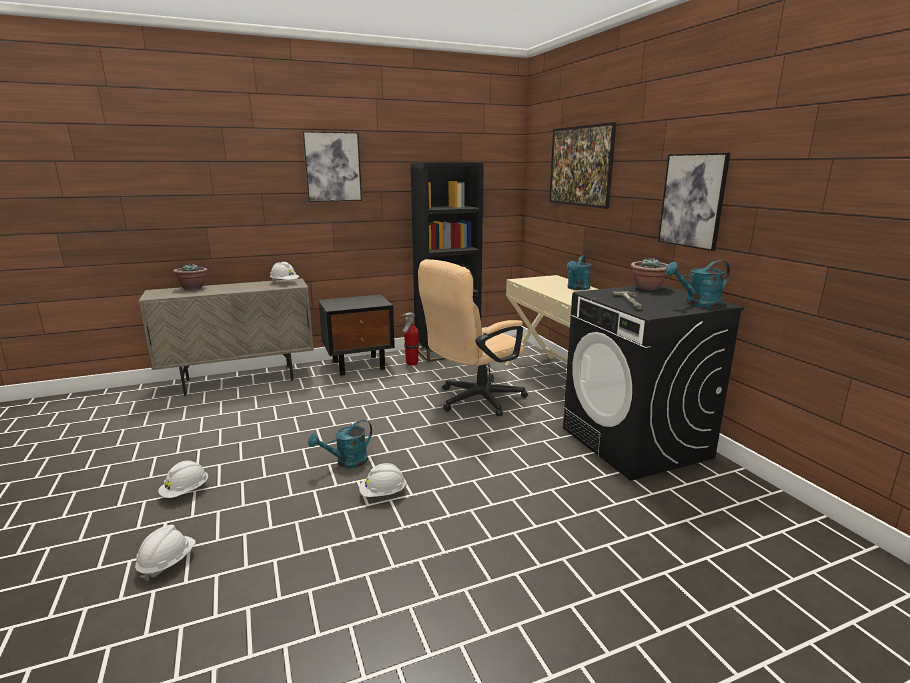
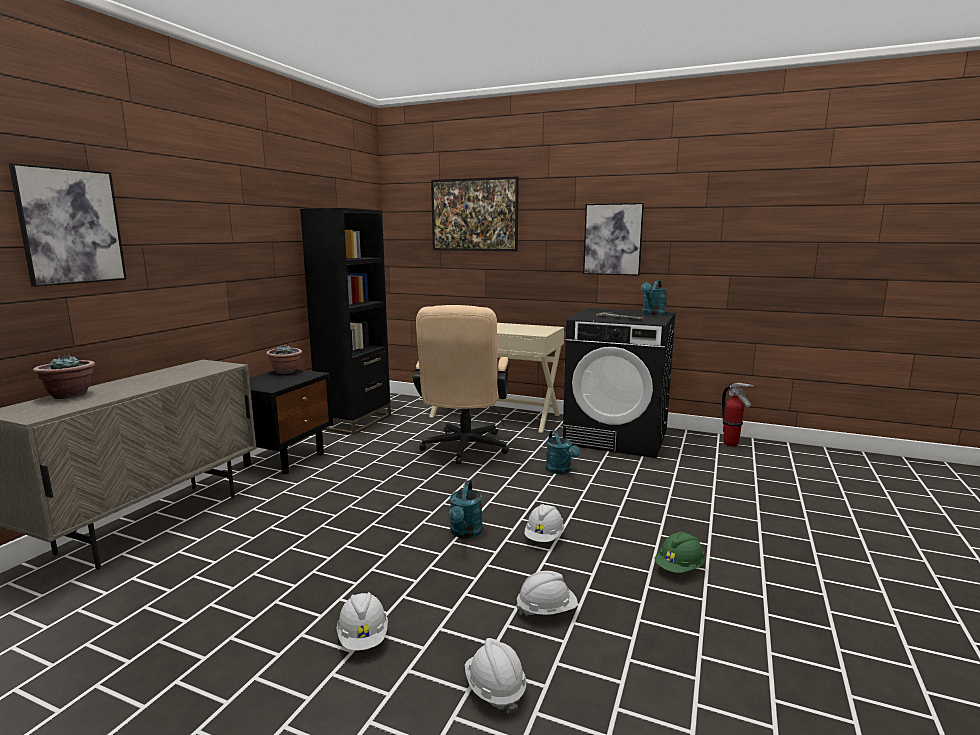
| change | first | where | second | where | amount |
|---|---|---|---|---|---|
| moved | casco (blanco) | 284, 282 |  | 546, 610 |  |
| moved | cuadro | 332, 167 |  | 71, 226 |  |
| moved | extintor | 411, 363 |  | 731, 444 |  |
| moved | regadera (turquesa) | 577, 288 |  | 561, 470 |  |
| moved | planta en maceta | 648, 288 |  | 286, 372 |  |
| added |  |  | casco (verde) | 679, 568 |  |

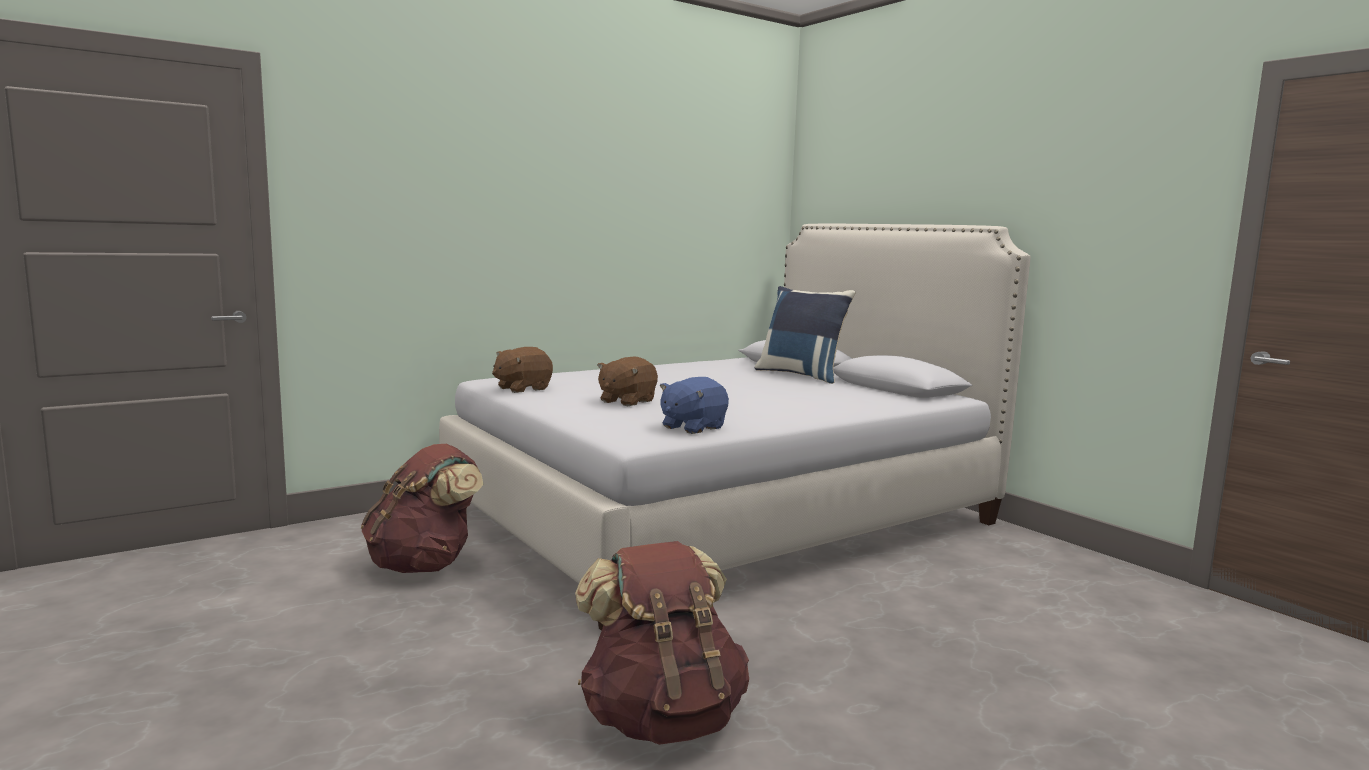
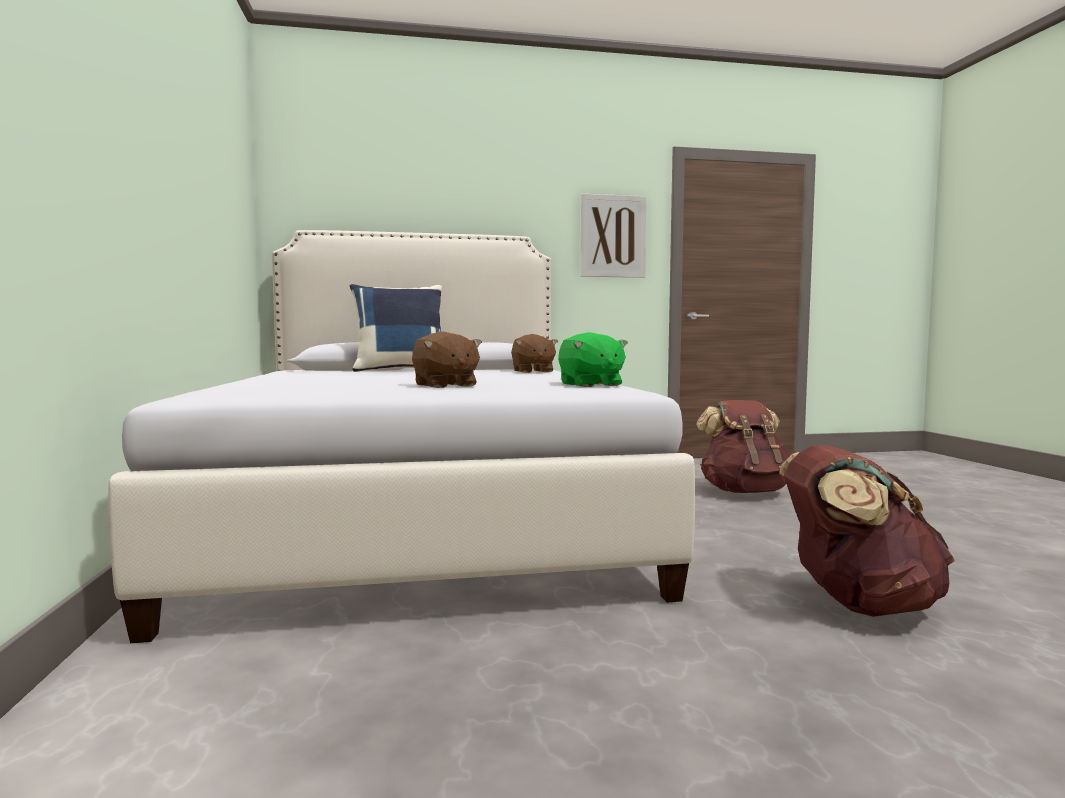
| change | first | where | second | where | amount |
|---|---|---|---|---|---|
| moved | mochila (marrón) | 425, 565 |  | 744, 492 |  |
| moved | peluche (marrón) | 522, 388 |  | 532, 371 |  |
| recoloured | peluche (azul) | 692, 427 | peluche (verde) | 590, 385 |  |
| added |  |  | cuadro | 613, 236 |  |

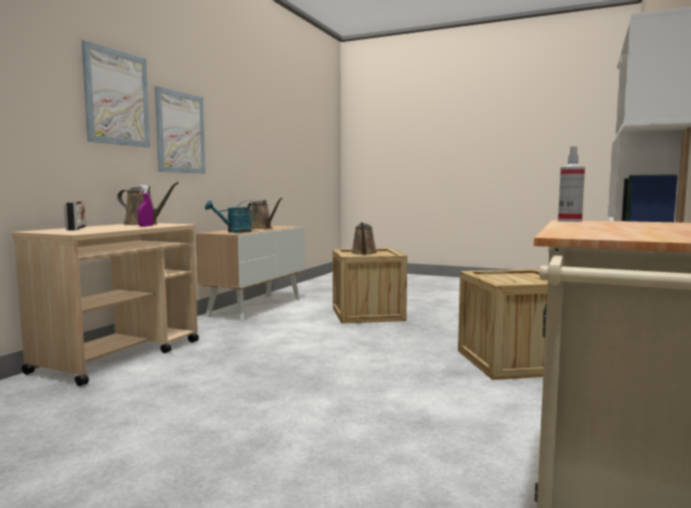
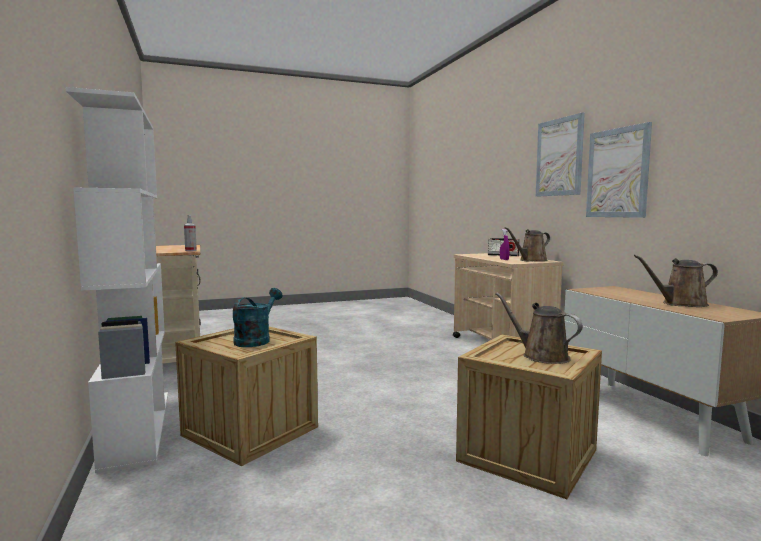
| change | first | where | second | where | amount |
|---|---|---|---|---|---|
| moved | regadera (turquesa) | 234, 232 |  | 256, 340 |  |

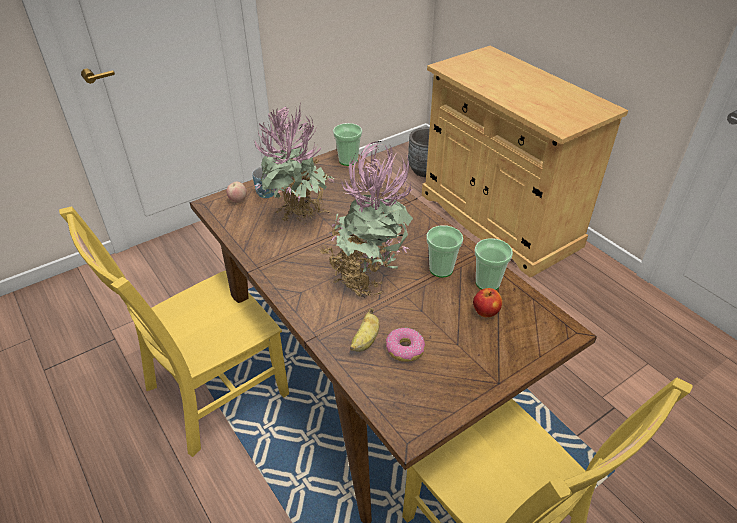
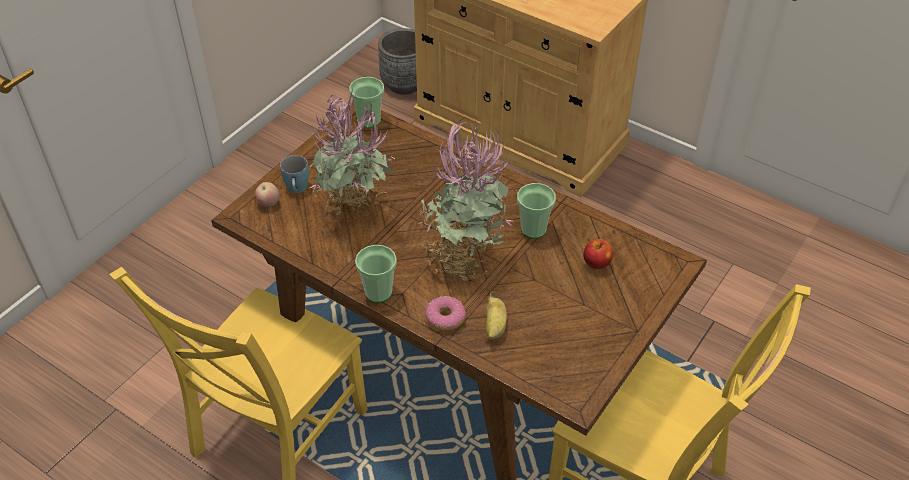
| change | first | where | second | where | amount |
|---|---|---|---|---|---|
| moved | rosquilla | 404, 349 |  | 445, 318 |  |
| moved | taza | 487, 283 |  | 378, 292 |  |

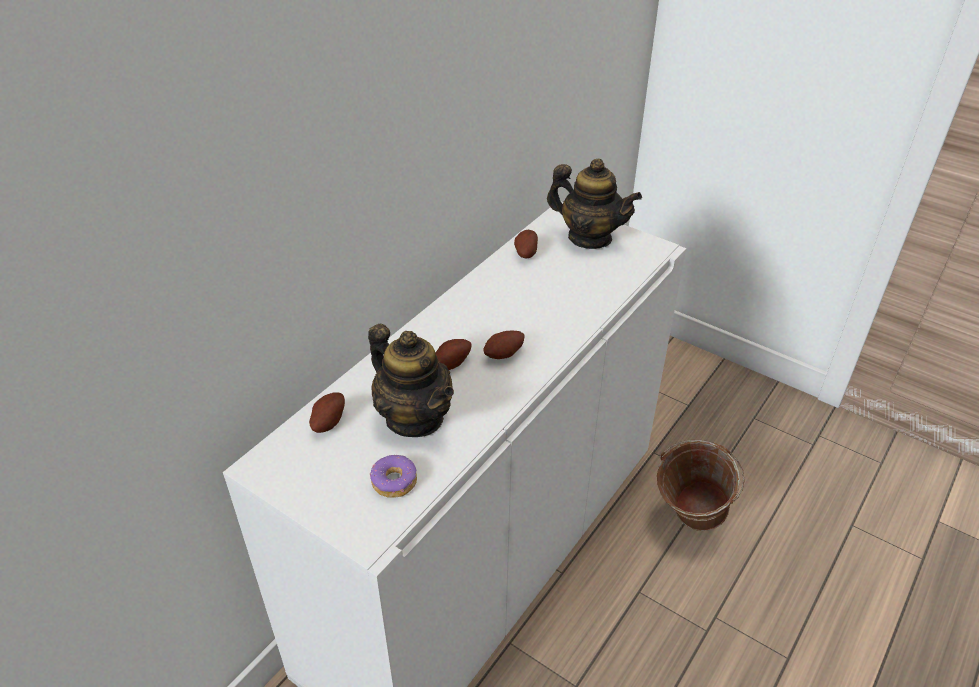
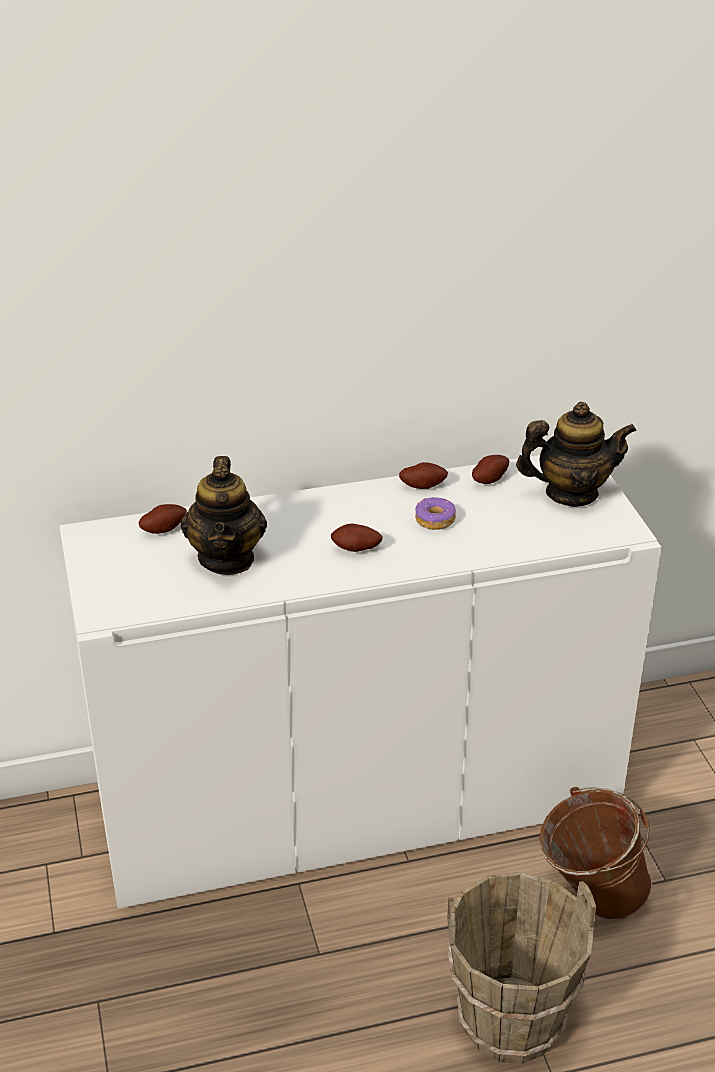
| change | first | where | second | where | amount |
|---|---|---|---|---|---|
| moved | rosquilla | 394, 482 |  | 434, 520 |  |
| moved | patata | 450, 363 |  | 423, 485 |  |
| turned | tetera | 589, 238 |  | 571, 493 | 75 degrees counterclockwise |
| added |  |  | cubo (marrón) | 511, 1023 |  |

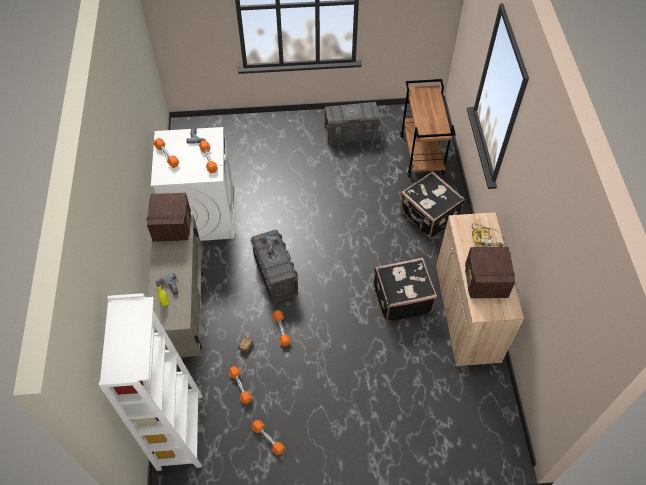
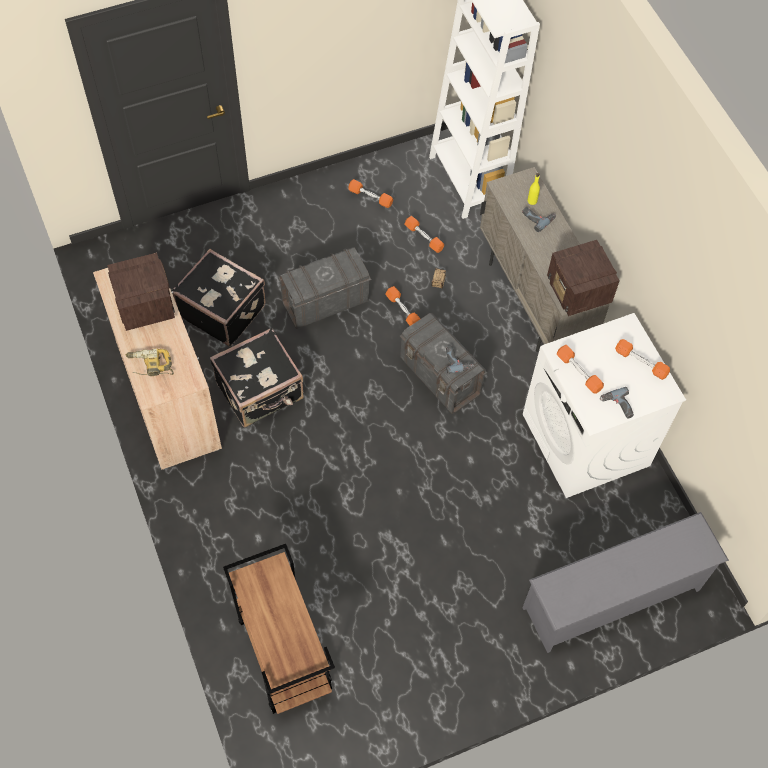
| change | first | where | second | where | amount |
|---|---|---|---|---|---|
| moved | caja de almacenaje (gris) | 351, 134 |  | 324, 302 |  |
| moved | maleta (negro) | 428, 216 |  | 222, 310 |  |
| added |  |  | zapatero (gris) | 612, 600 |  |

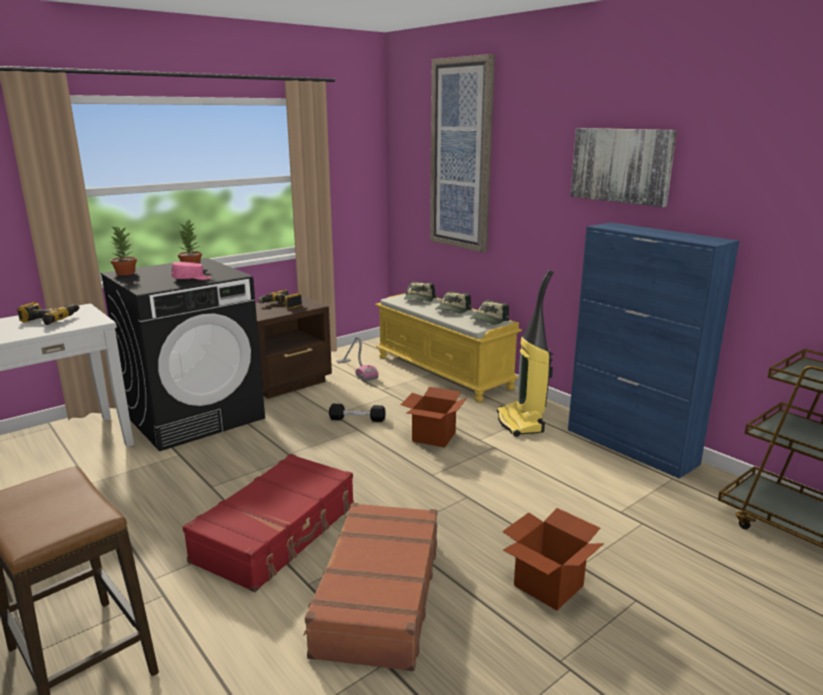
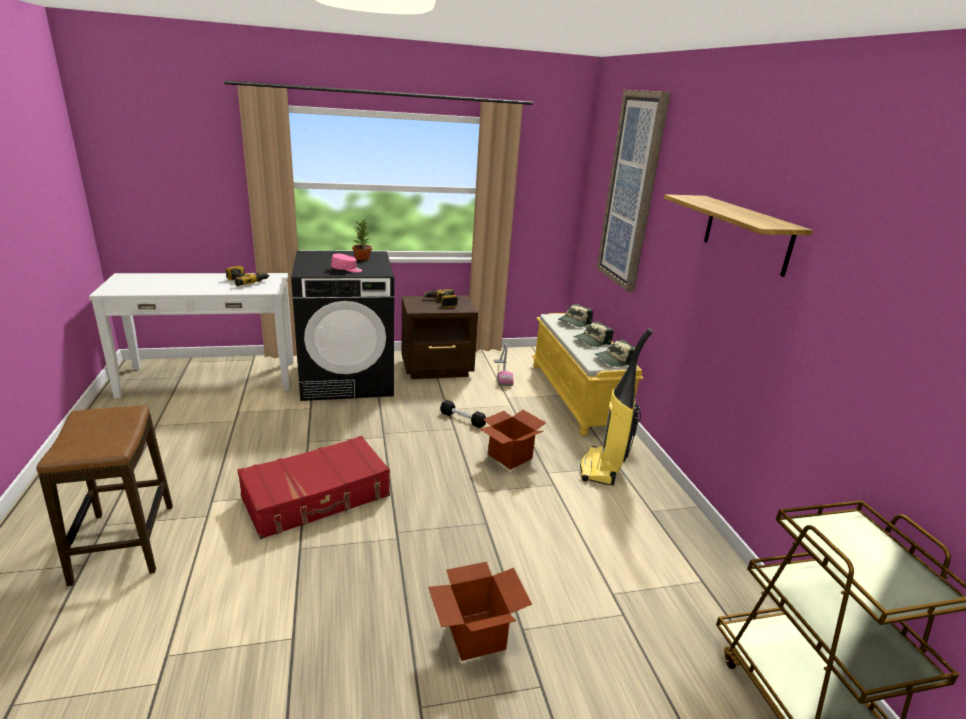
| change | first | where | second | where | amount |
|---|---|---|---|---|---|
| removed | planta en maceta | 125, 273 |  |  |  |
| removed | maleta (marrón) | 377, 596 |  |  |  |
| removed | armario (azul) | 631, 447 |  |  |  |
| replaced | cuadro | 621, 165 | estante | 746, 234 |  |

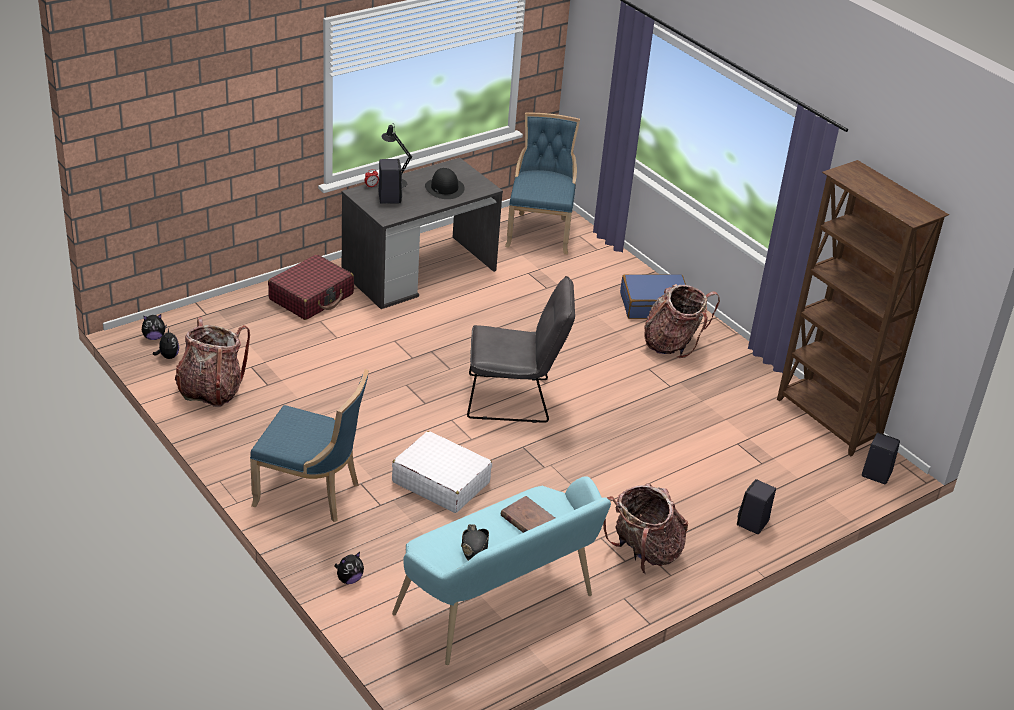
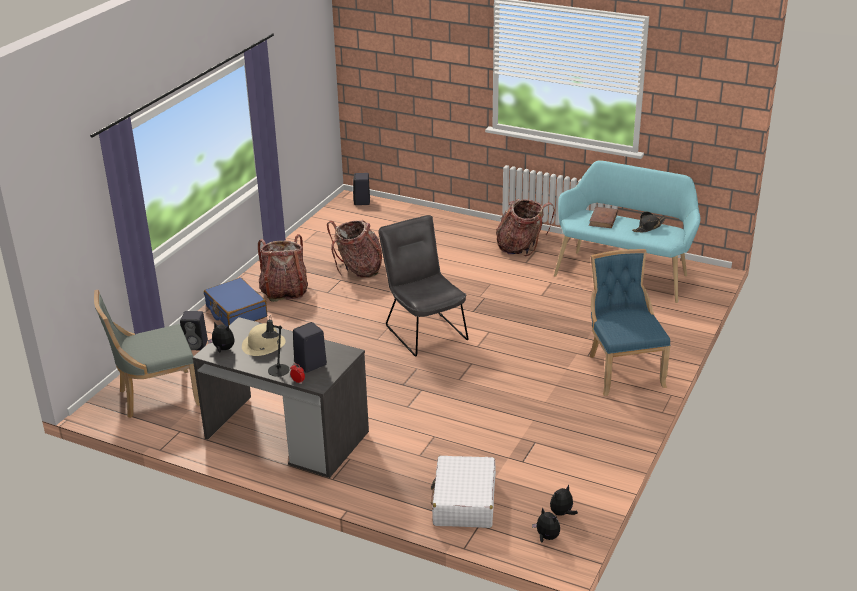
| change | first | where | second | where | amount |
|---|---|---|---|---|---|
| moved | mochila | 211, 390 |  | 358, 270 |  |
| removed | maleta (rojo) | 311, 297 |  |  |  |
| moved | peluche | 349, 579 |  | 223, 349 |  |
| moved | maleta (blanco) | 441, 482 |  | 464, 502 |  |
| recoloured | sombrero (negro) | 444, 188 | sombrero (beis) | 263, 344 |  |
| recoloured | silla (azul) | 540, 231 | silla (gris) | 156, 396 |  |
| moved | altavoz (negro) | 752, 524 |  | 196, 345 |  |
| removed | estantería (marrón) | 828, 421 |  |  |  |

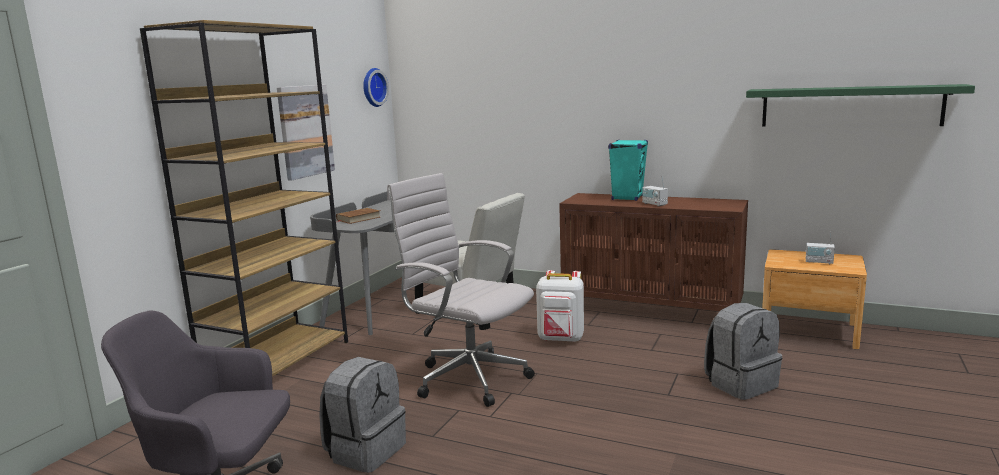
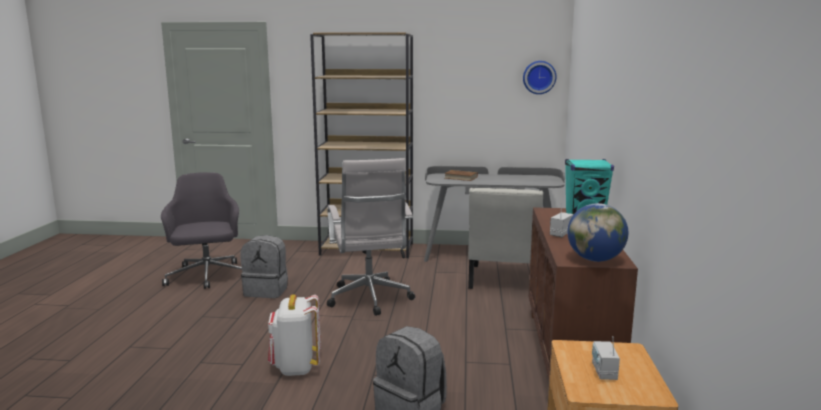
| change | first | where | second | where | amount |
|---|---|---|---|---|---|
| removed | cuadro | 305, 131 |  |  |  |
| turned | silla de oficina (blanco) | 467, 378 |  | 370, 300 | 150 degrees clockwise |
| moved | mochila (blanco) | 561, 339 |  | 295, 368 |  |
| removed | estante (verde) | 850, 106 |  |  |  |
| added |  |  | globo terráqueo | 595, 259 |  |

